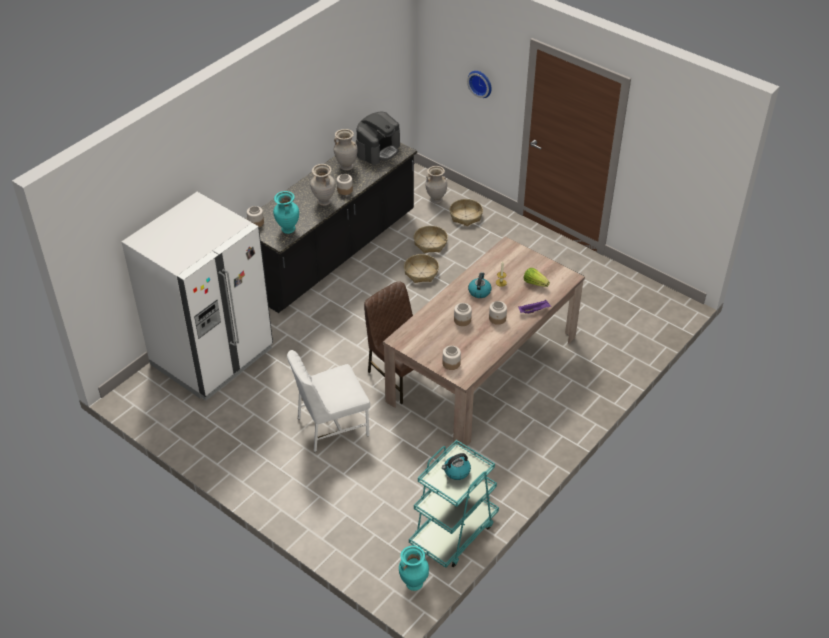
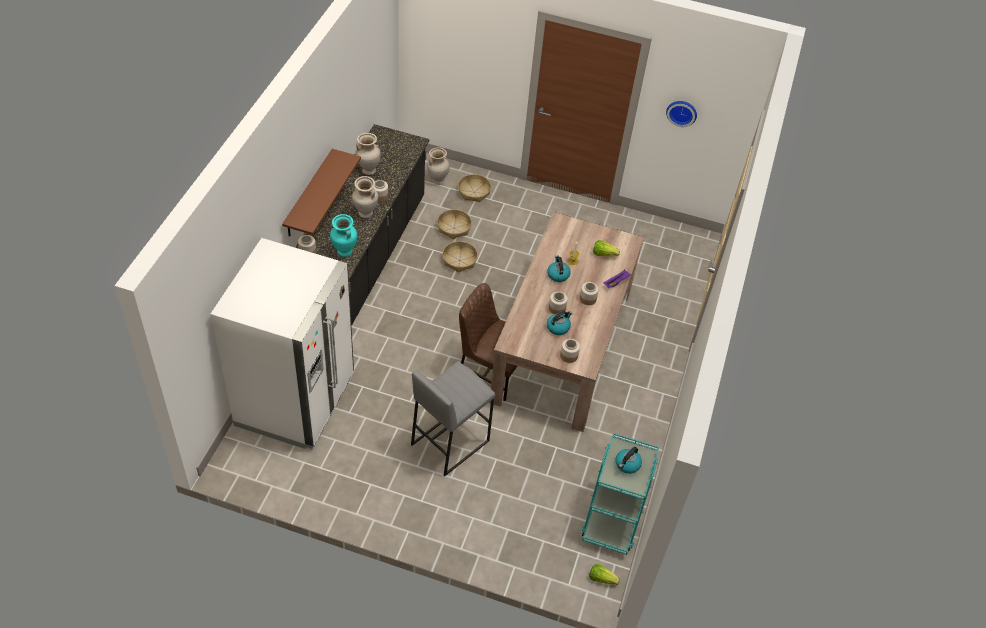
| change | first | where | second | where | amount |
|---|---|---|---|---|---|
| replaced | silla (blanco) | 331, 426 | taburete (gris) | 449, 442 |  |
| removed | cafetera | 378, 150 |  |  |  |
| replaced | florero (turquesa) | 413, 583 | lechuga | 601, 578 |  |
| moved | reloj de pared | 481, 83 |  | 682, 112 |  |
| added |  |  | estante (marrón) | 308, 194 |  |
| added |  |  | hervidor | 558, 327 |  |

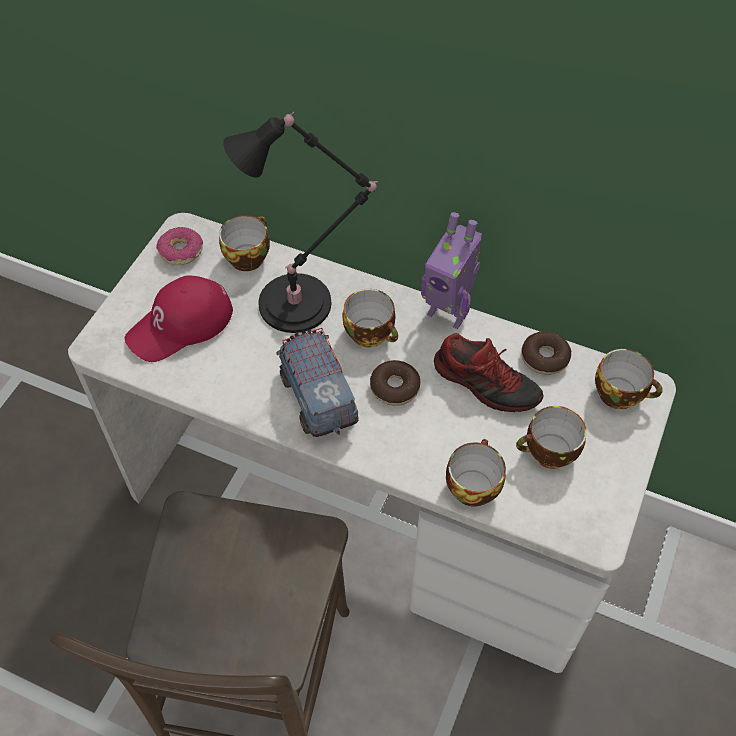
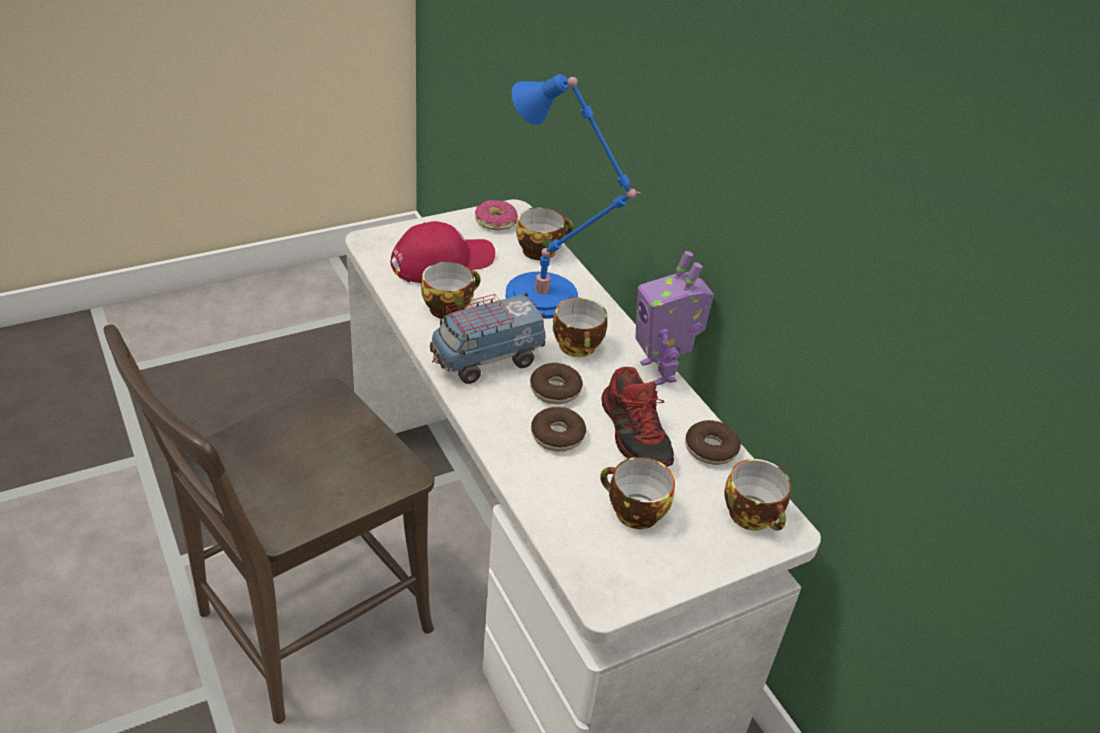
| change | first | where | second | where | amount |
|---|---|---|---|---|---|
| turned | gorra (rojo) | 181, 324 |  | 442, 261 | 150 degrees clockwise |
| recoloured | lámpara de mesa (negro) | 301, 303 | lámpara de mesa (azul) | 547, 298 |  |
| turned | camión de juguete | 318, 398 |  | 486, 360 | 135 degrees counterclockwise |
| moved | taza | 471, 485 |  | 449, 307 |  |
| added |  |  | rosquilla | 557, 436 |  |

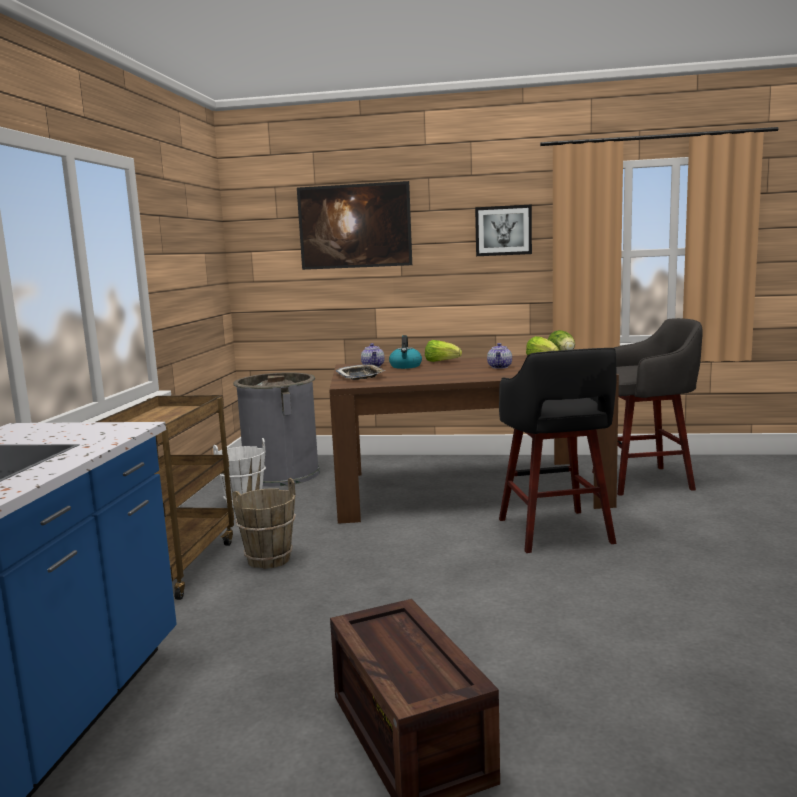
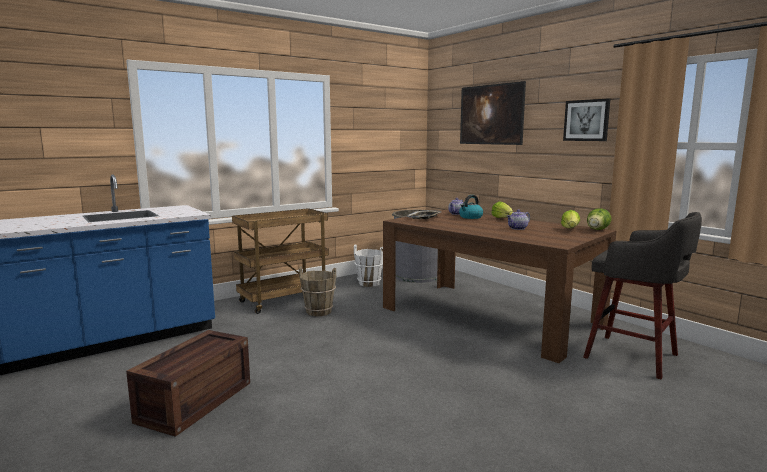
| change | first | where | second | where | amount |
|---|---|---|---|---|---|
| removed | taburete (negro) | 555, 532 |  |  |  |

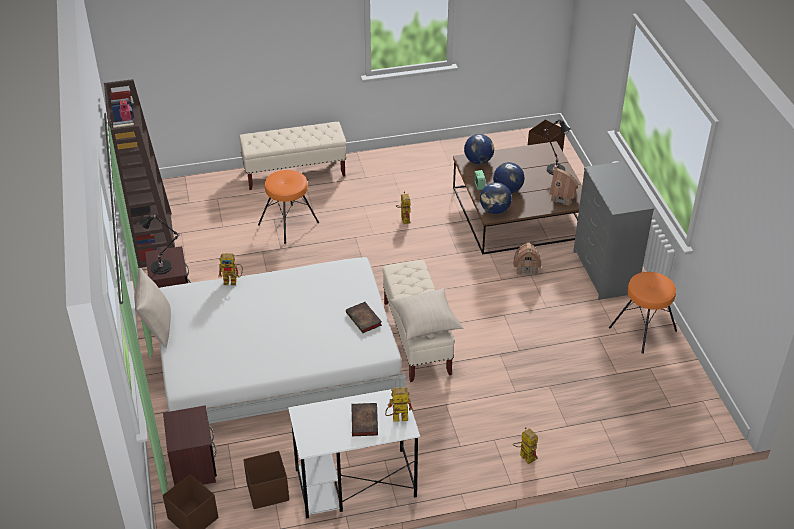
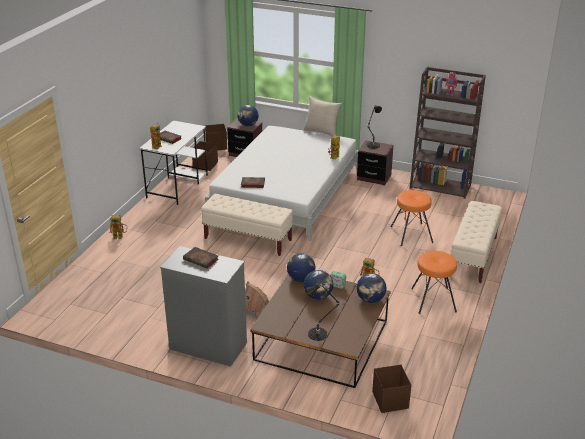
| change | first | where | second | where | amount |
|---|---|---|---|---|---|
| removed | cojín (beis) | 425, 322 |  |  |  |
| removed | casita | 562, 197 |  |  |  |
| moved | taburete (naranja) | 643, 329 |  | 433, 300 |  |
| added |  |  | libro | 201, 259 |  |
| added |  |  | globo terráqueo | 248, 125 |  |

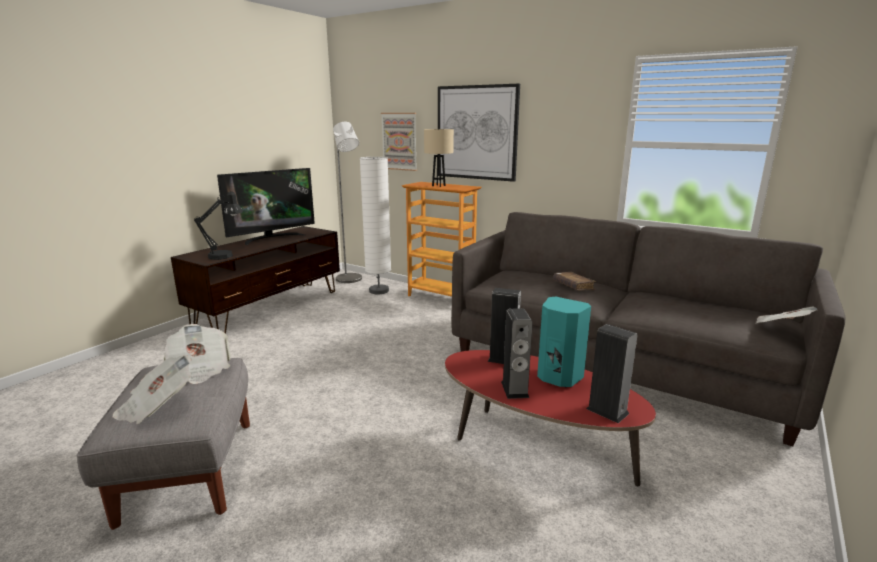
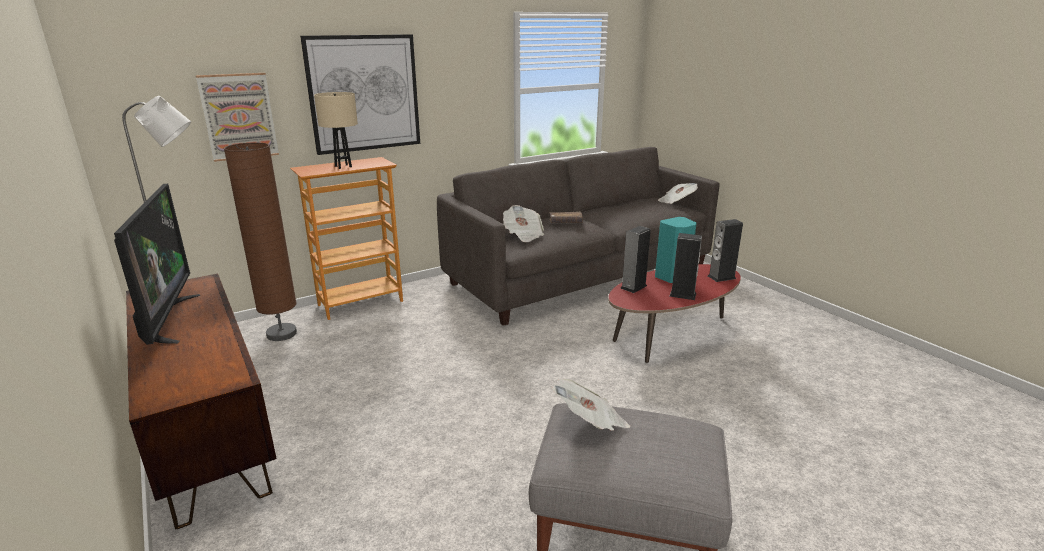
| change | first | where | second | where | amount |
|---|---|---|---|---|---|
| moved | periódico | 156, 406 |  | 523, 235 |  |
| removed | lámpara de mesa (negro) | 226, 255 |  |  |  |
| recoloured | lámpara de pie (blanco) | 379, 291 | lámpara de pie (marrón) | 281, 334 |  |

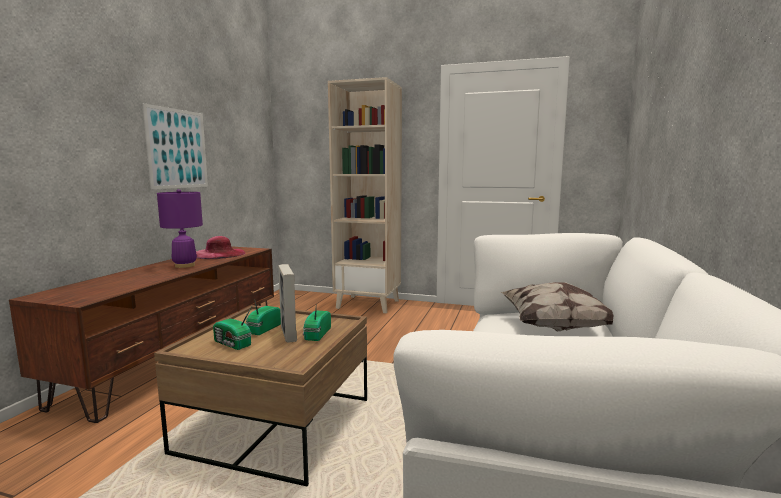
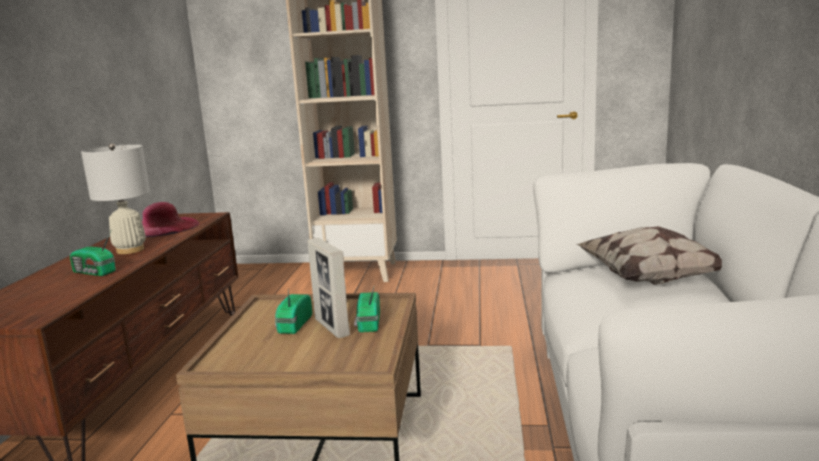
| change | first | where | second | where | amount |
|---|---|---|---|---|---|
| removed | cuadro | 177, 149 |  |  |  |
| recoloured | lámpara de mesa (morado) | 185, 265 | lámpara de mesa (blanco) | 130, 250 |  |
| moved | radio | 232, 344 |  | 94, 272 |  |

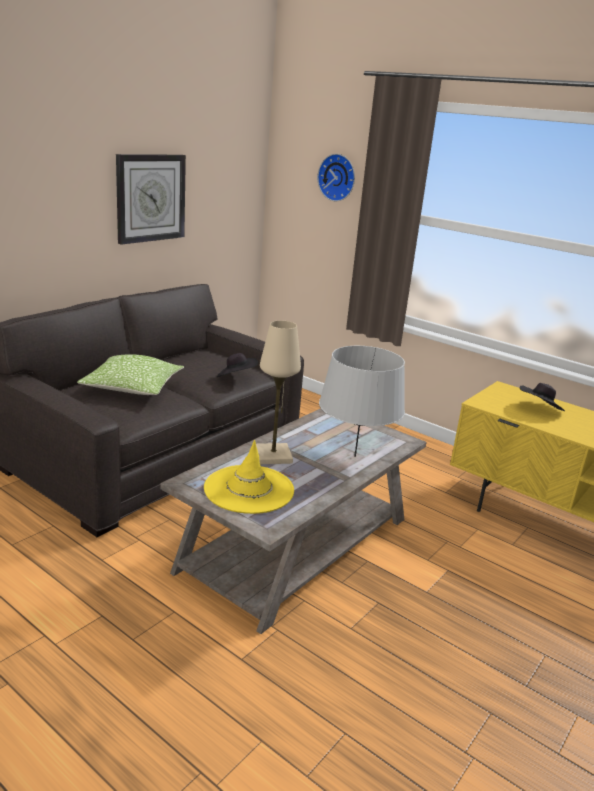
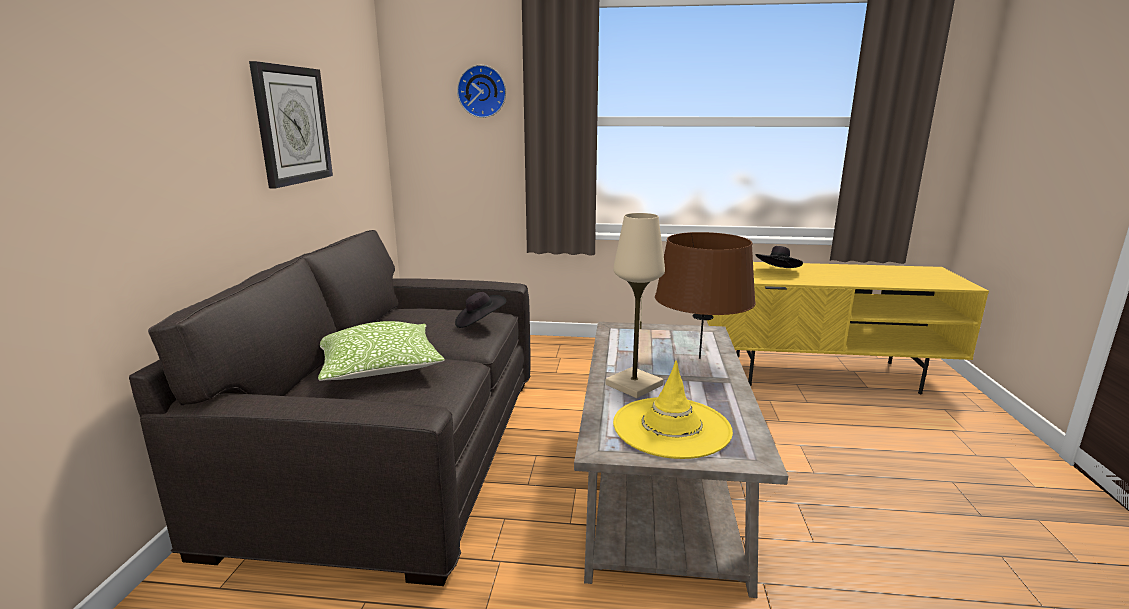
| change | first | where | second | where | amount |
|---|---|---|---|---|---|
| recoloured | lámpara de mesa (gris) | 355, 456 | lámpara de mesa (marrón) | 700, 358 |  |

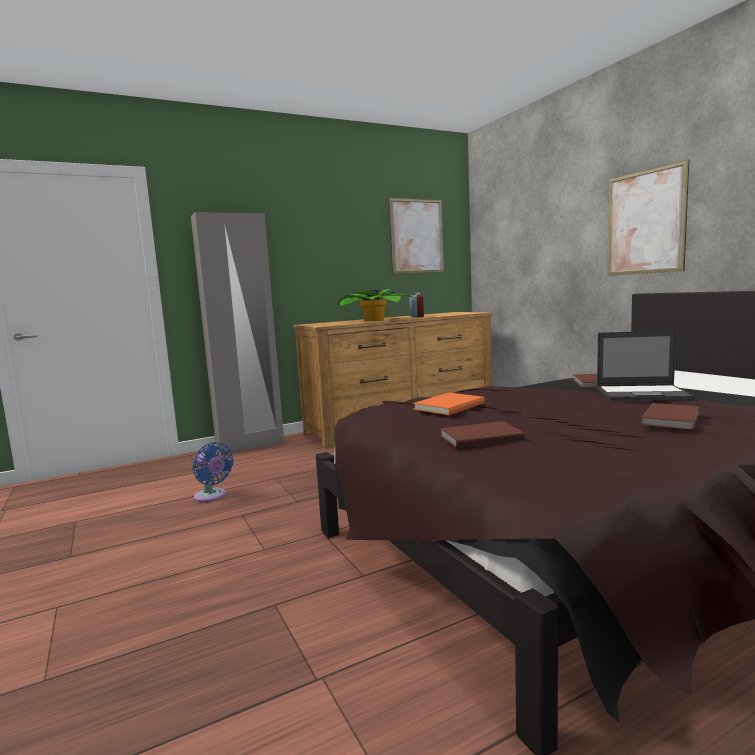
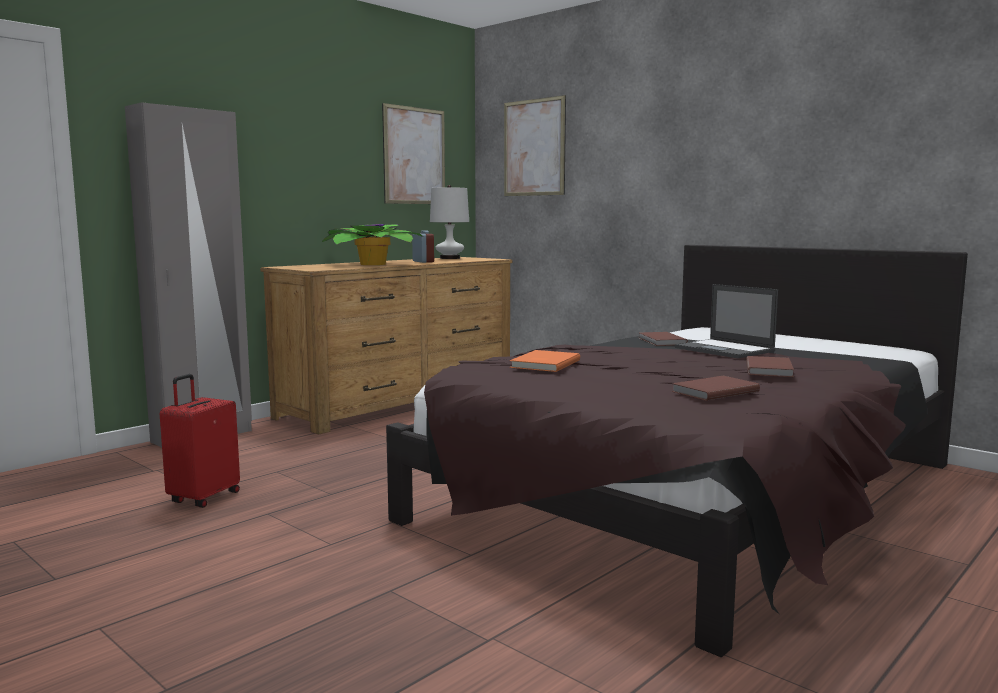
| change | first | where | second | where | amount |
|---|---|---|---|---|---|
| replaced | ventilador (azul) | 212, 497 | maleta (rojo) | 203, 498 |  |
| moved | libro (marrón) | 479, 437 |  | 713, 391 |  |
| turned | portátil | 643, 394 |  | 725, 350 | 60 degrees clockwise |
| moved | cuadro | 645, 222 |  | 534, 147 |  |
| added |  |  | lámpara de mesa (blanco) | 449, 258 |  |

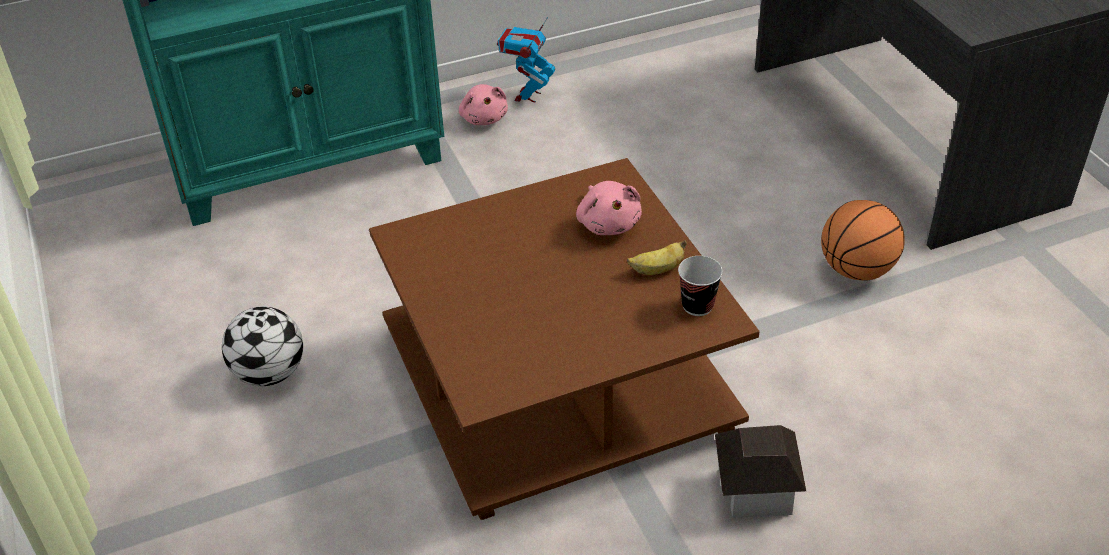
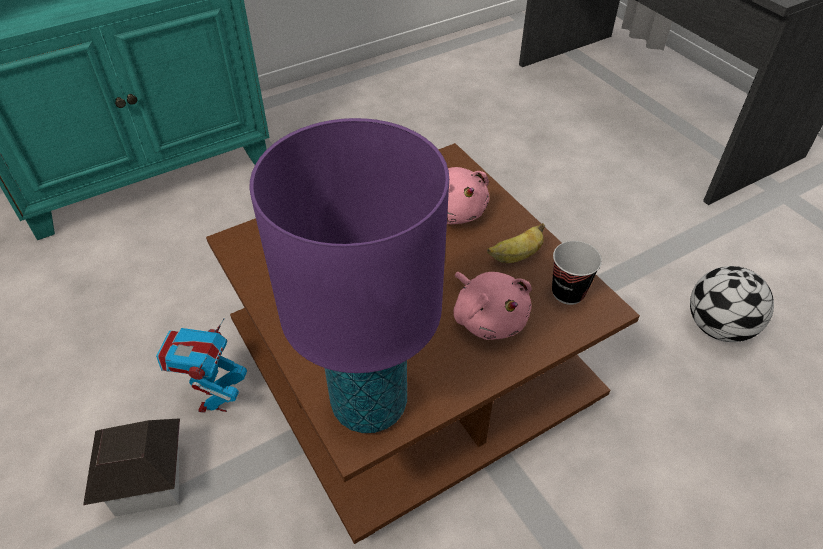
| change | first | where | second | where | amount |
|---|---|---|---|---|---|
| moved | balón de fútbol | 270, 373 |  | 718, 327 |  |
| moved | peluche (rosa) | 484, 118 |  | 488, 317 |  |
| moved | robot de juguete | 527, 96 |  | 216, 400 |  |
| moved | casita | 755, 491 |  | 147, 481 |  |
| removed | balón de baloncesto | 856, 270 |  |  |  |
| added |  |  | lámpara de mesa (morado) | 370, 404 |  |

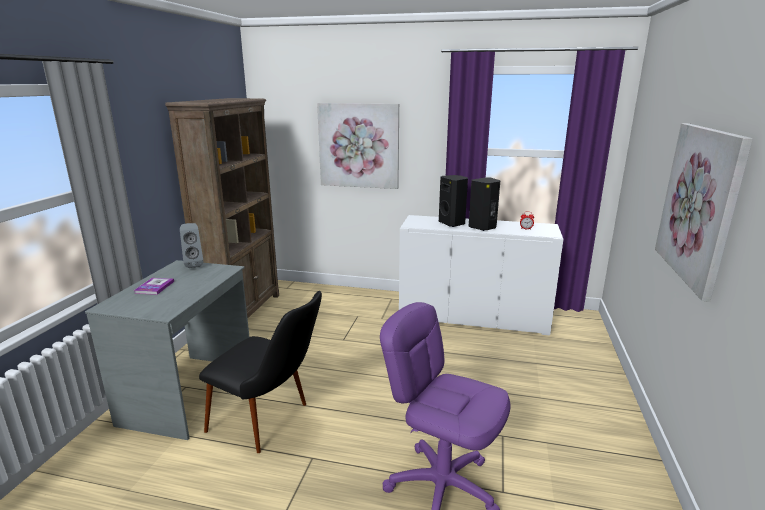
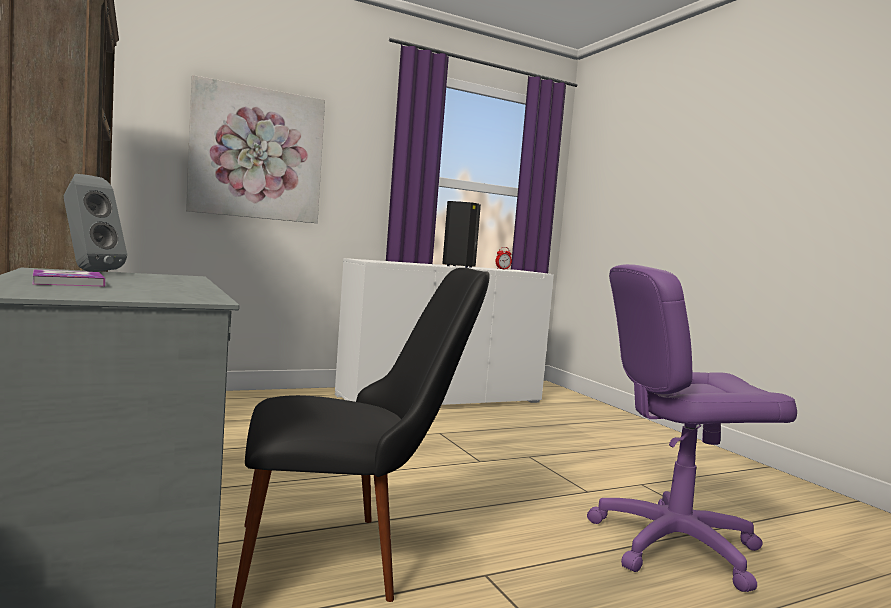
| change | first | where | second | where | amount |
|---|---|---|---|---|---|
| removed | altavoz (negro) | 452, 223 |  |  |  |
| removed | cuadro | 699, 204 |  |  |  |

